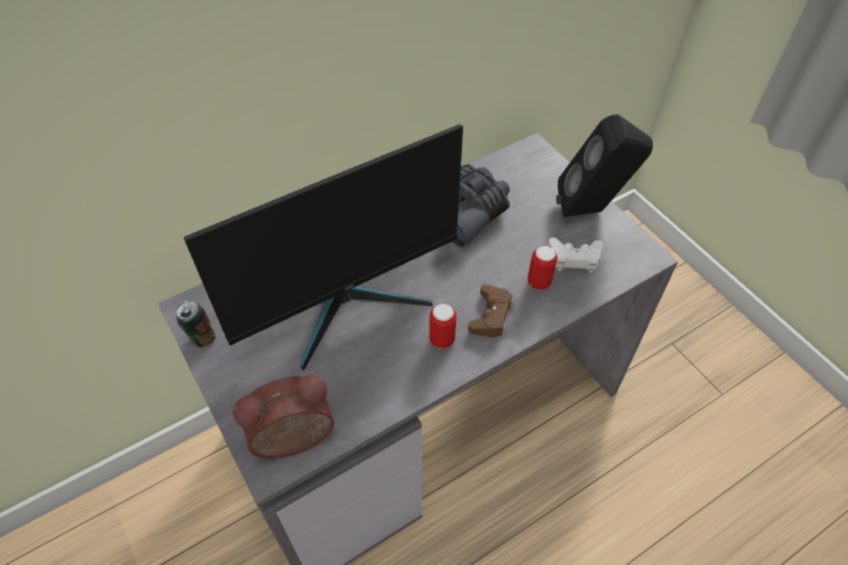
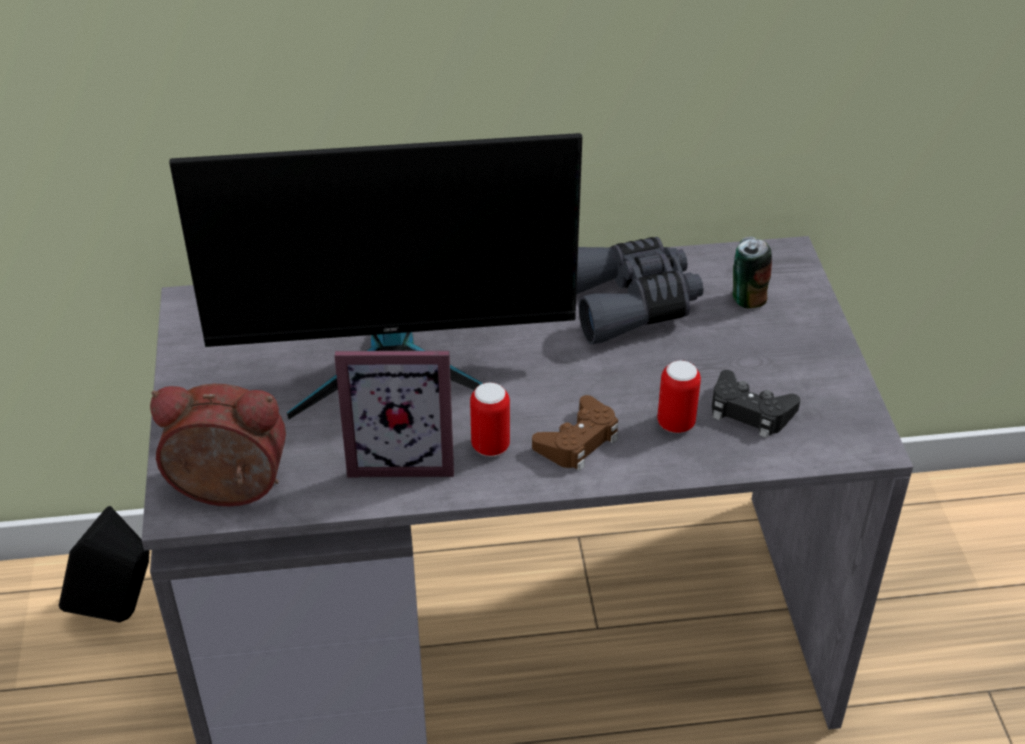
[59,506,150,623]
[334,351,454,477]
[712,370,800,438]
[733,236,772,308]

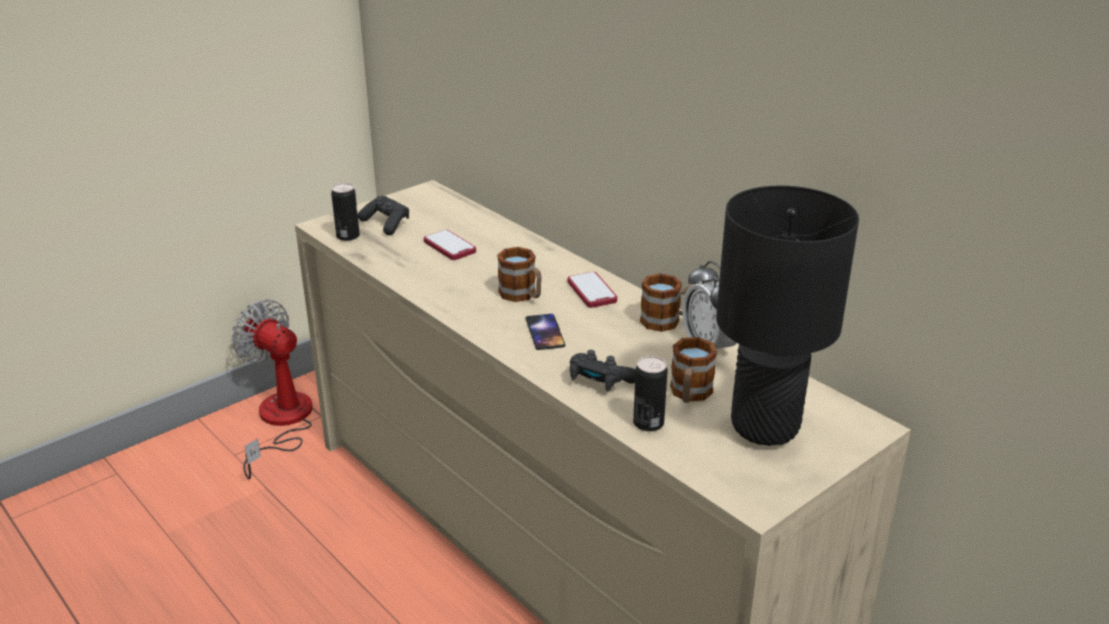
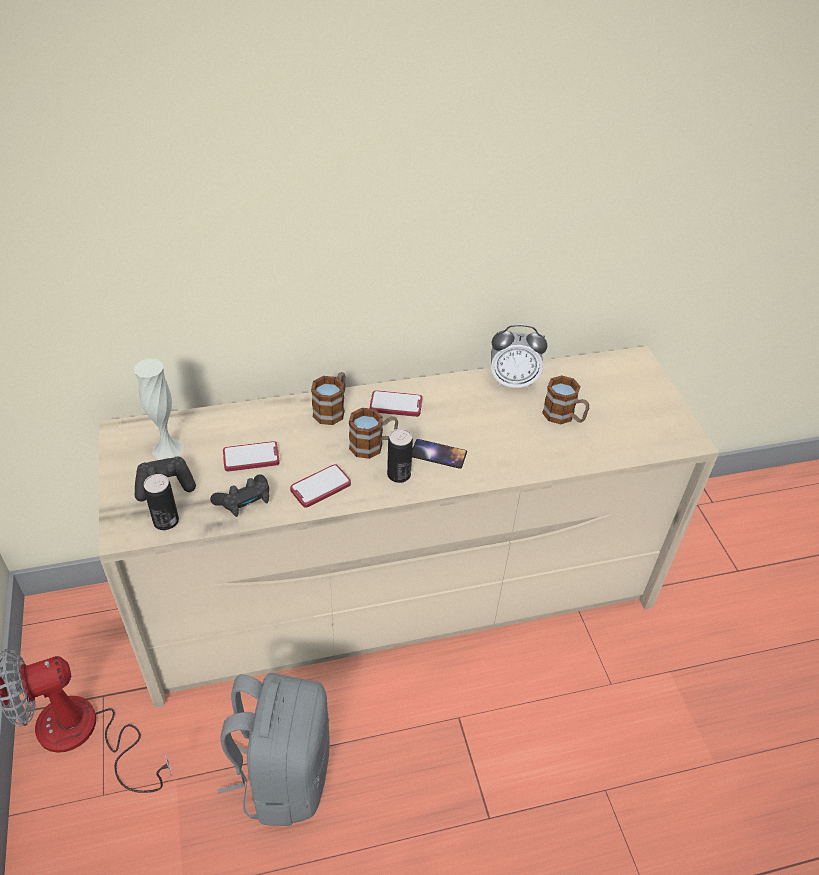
[134,359,184,460]
[210,474,269,517]
[218,673,330,826]
[290,464,351,508]
[311,372,346,425]
[387,429,413,483]
[716,186,859,446] (first image)

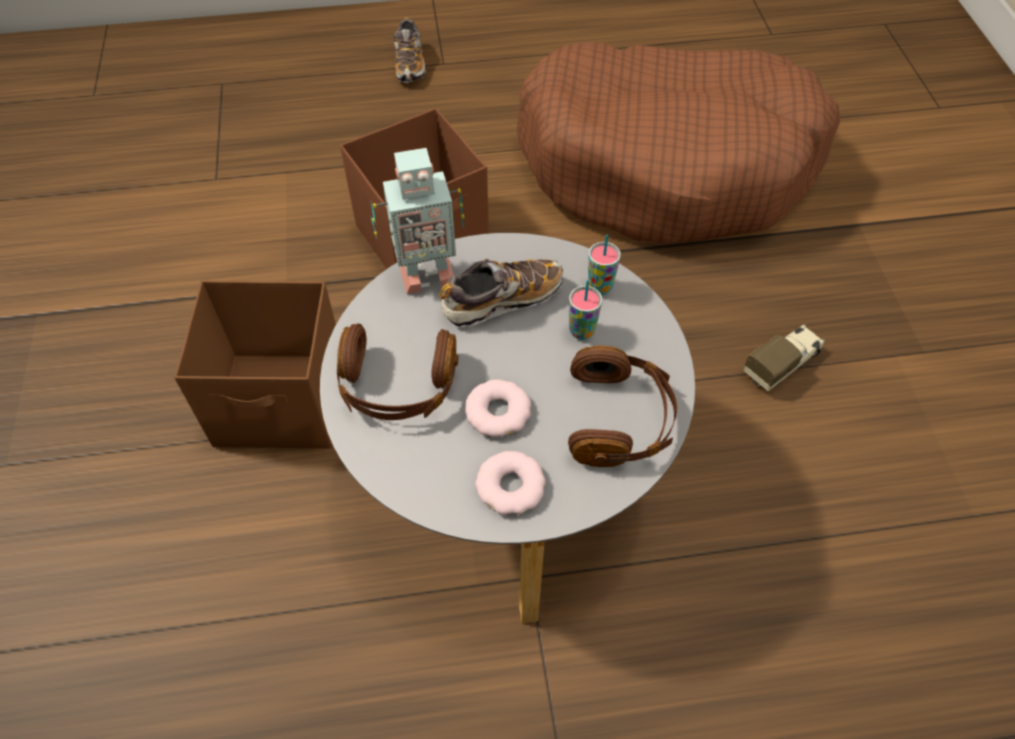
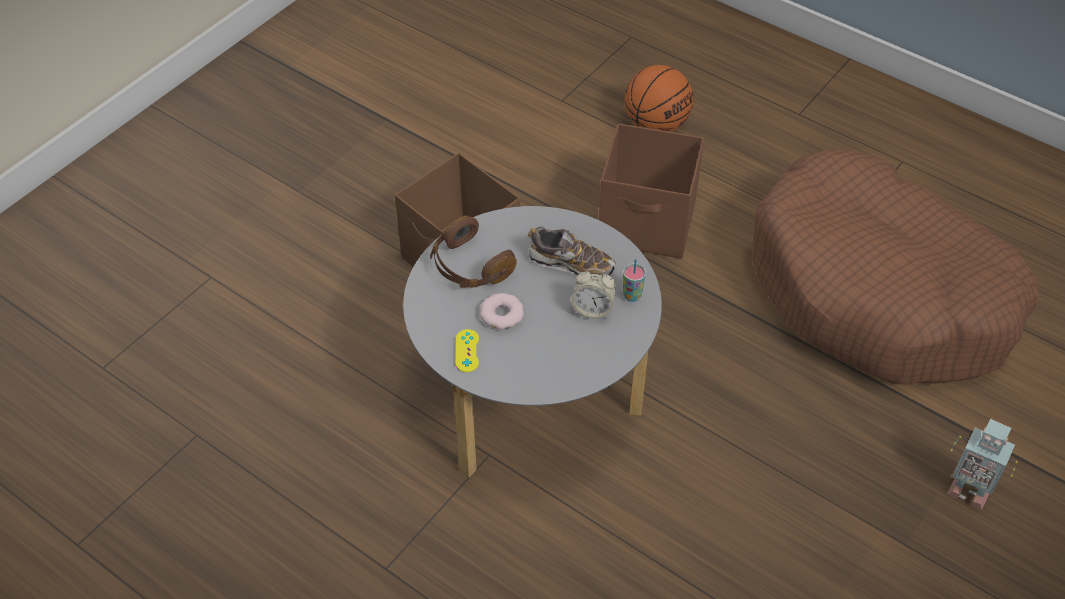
[455,329,479,372]
[571,269,616,319]
[624,65,693,132]
[948,419,1018,510]
[393,17,426,83] (first image)
[568,346,677,467] (first image)
[743,325,825,391] (first image)

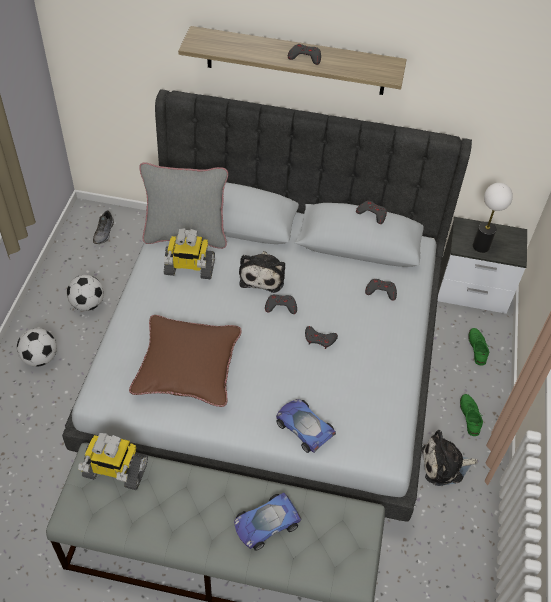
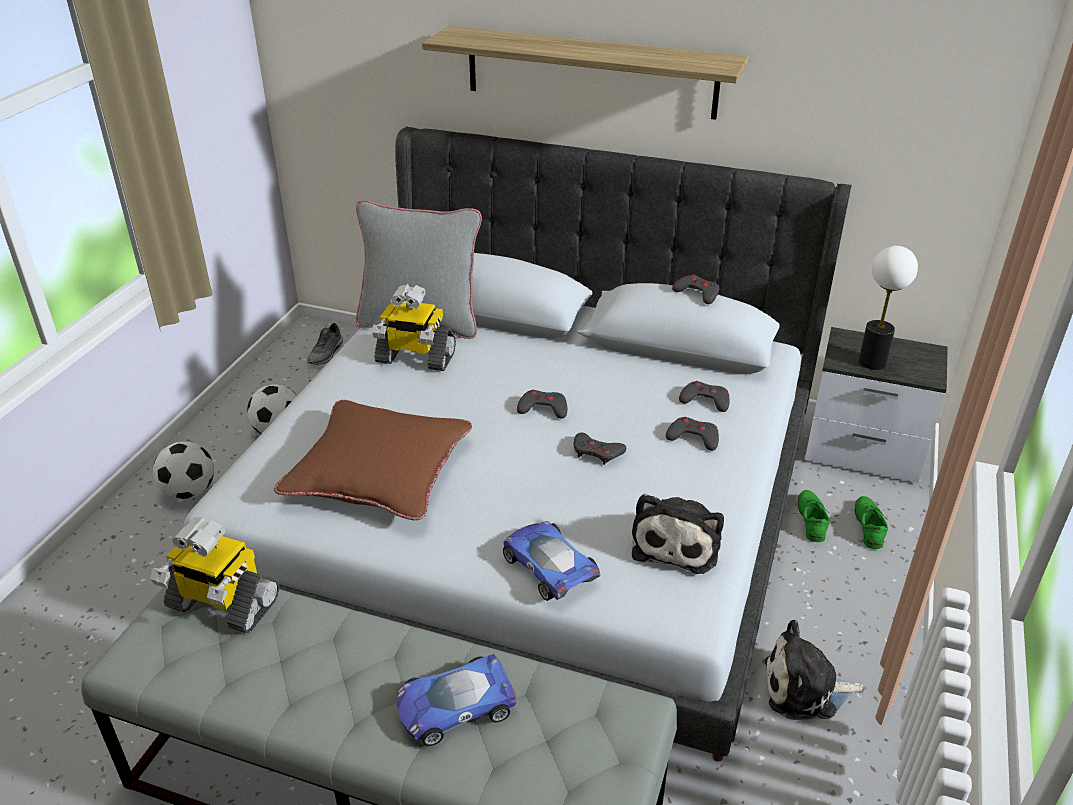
[632,494,724,574]
[666,417,719,451]
[798,490,830,542]

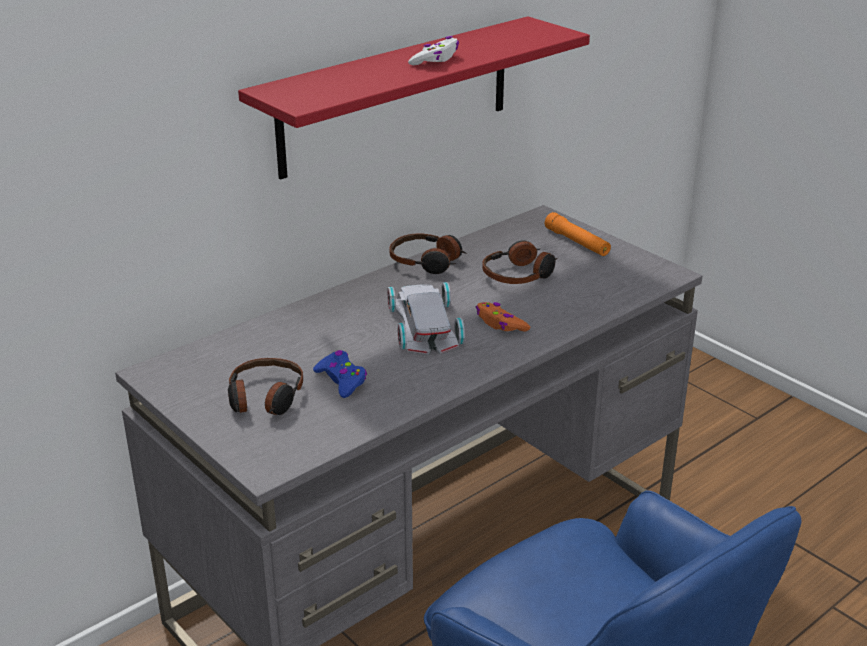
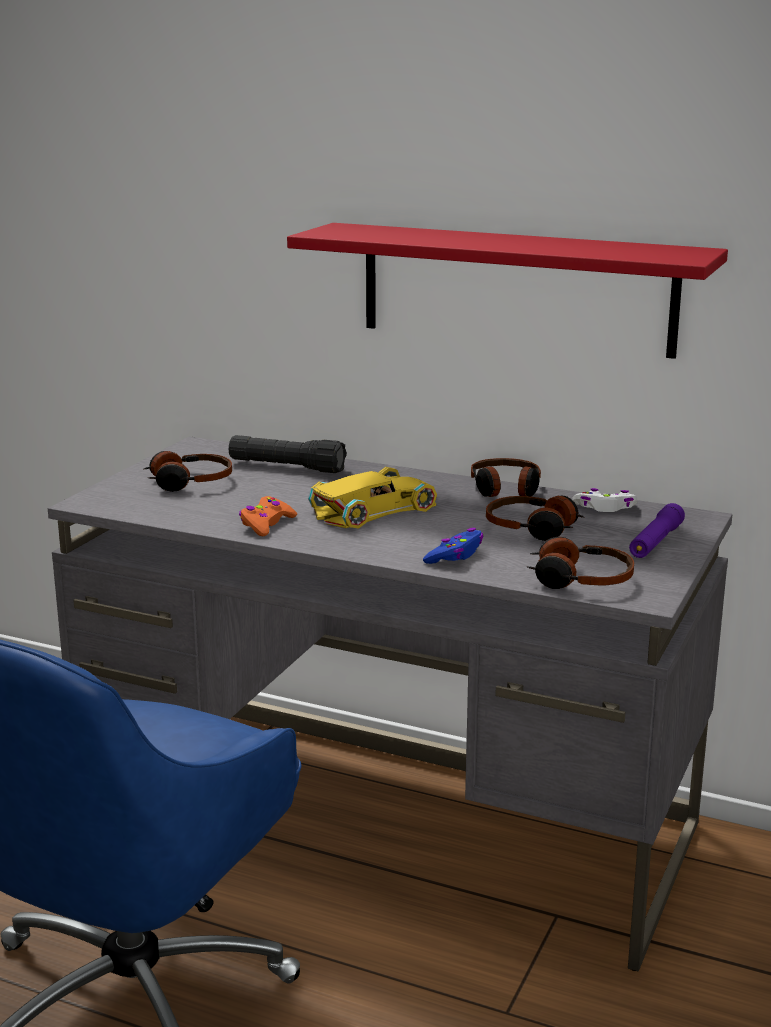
[229,435,347,473]
[239,496,297,536]
[308,467,437,529]
[423,528,483,564]
[527,537,634,589]
[572,488,637,512]
[629,503,685,558]

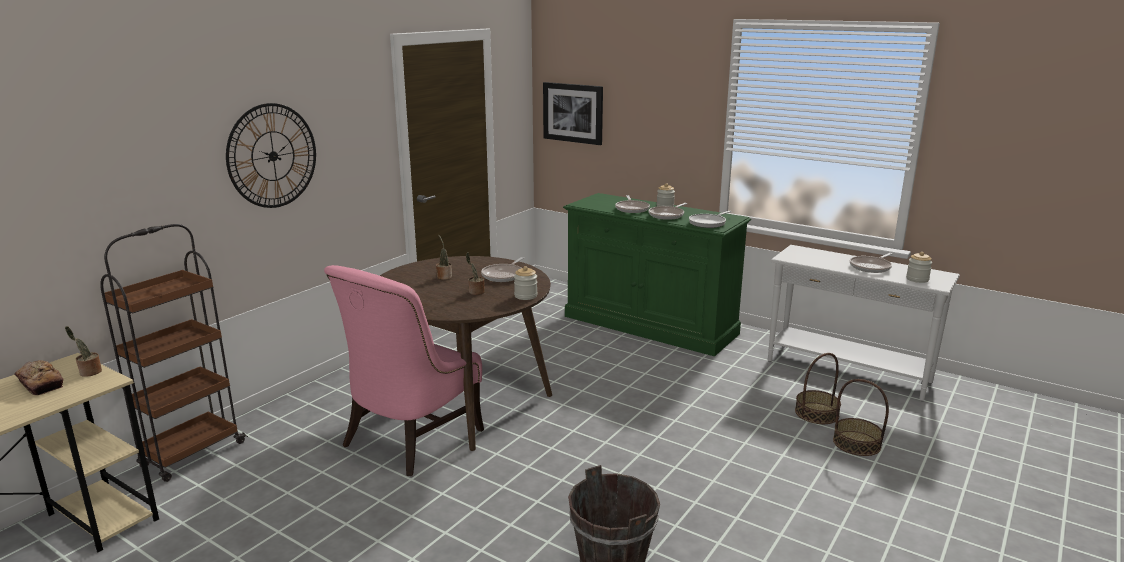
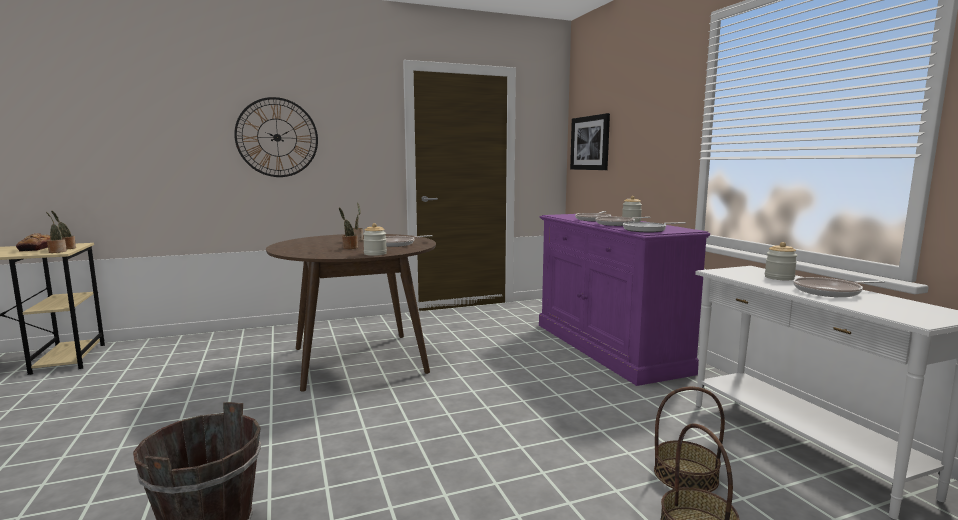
[46,212,67,253]
[539,214,710,386]
[765,242,798,280]
[100,224,248,482] (first image)
[324,265,484,476] (first image)

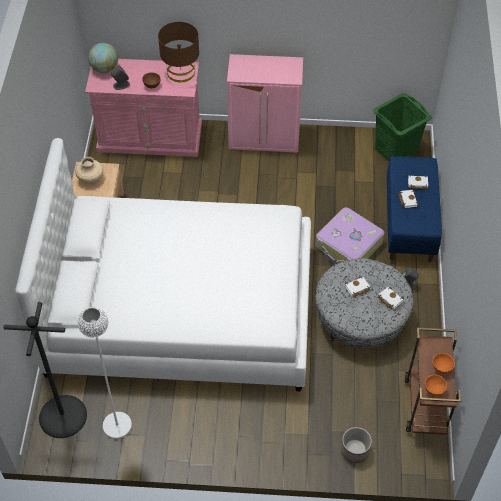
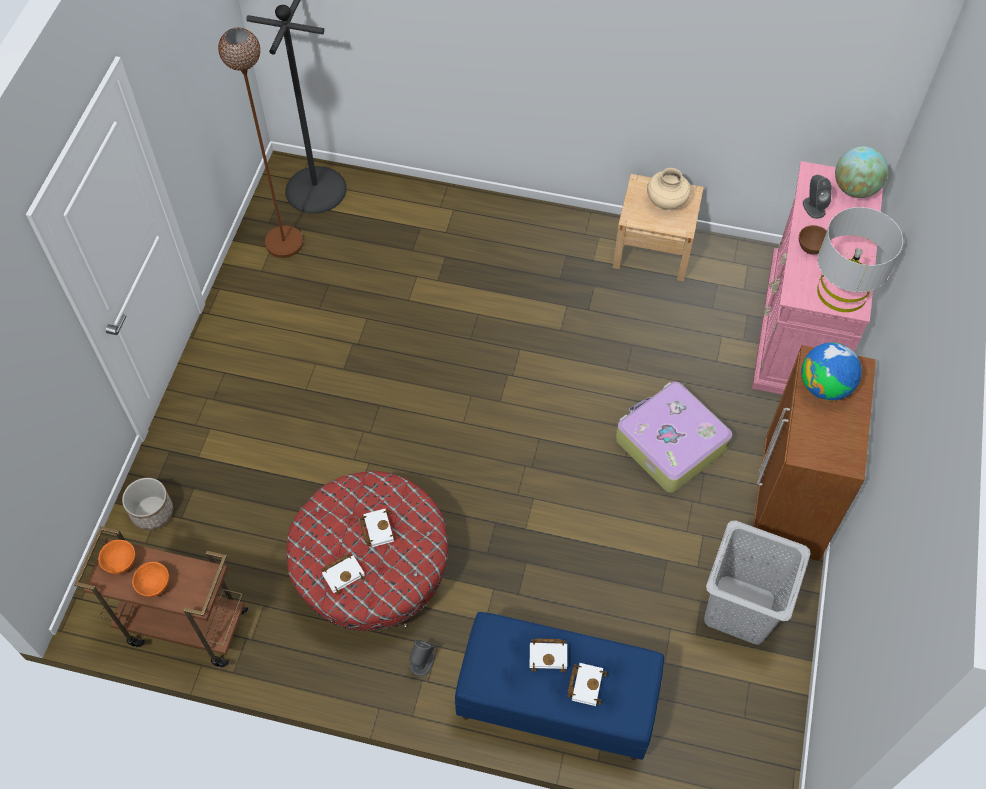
[218,27,303,258]
[286,471,448,631]
[616,382,732,493]
[704,520,811,645]
[753,345,876,561]
[801,343,862,401]
[817,207,903,312]
[15,138,311,392] (first image)
[373,93,432,161] (first image)

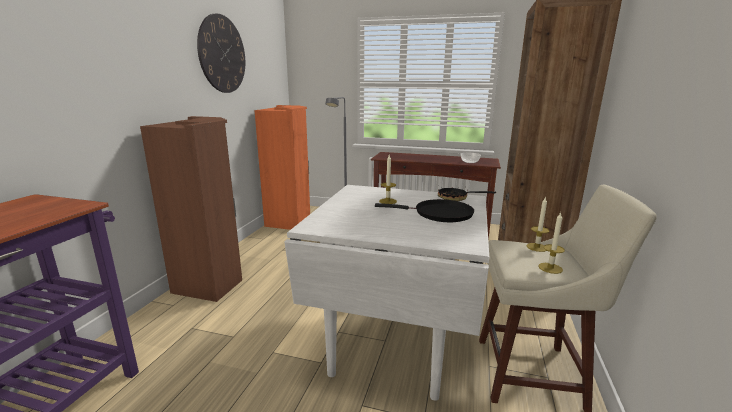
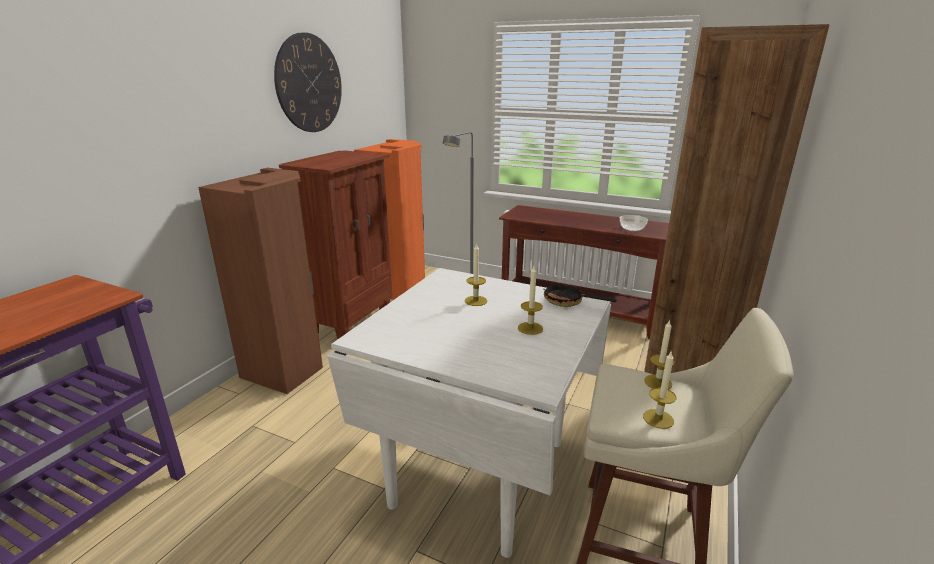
[279,150,393,339]
[518,266,543,335]

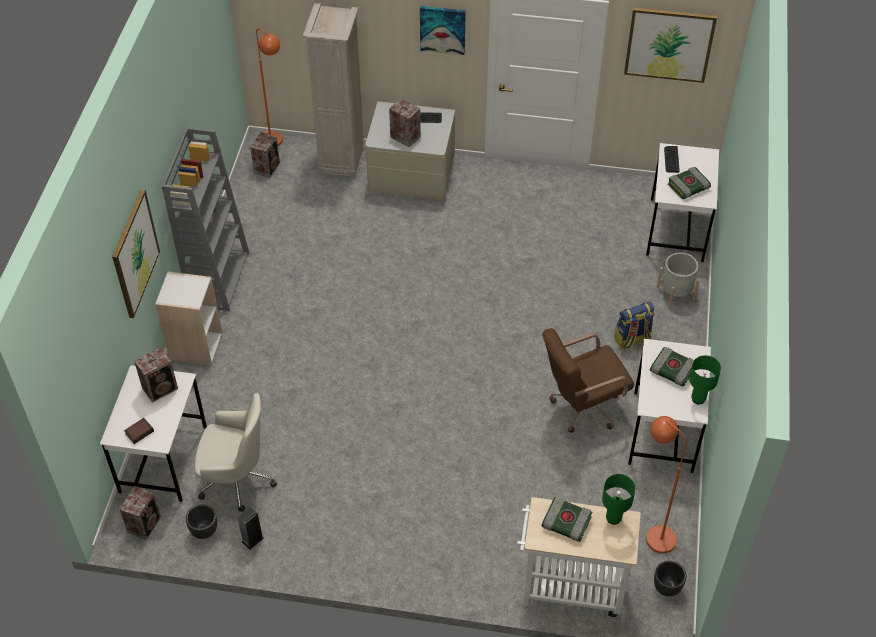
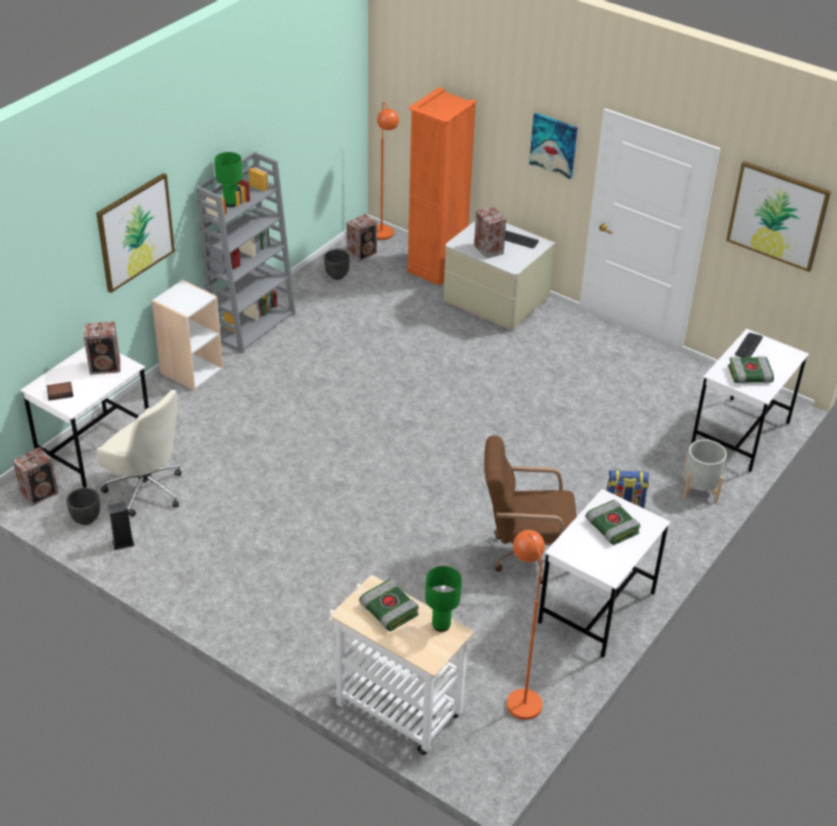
[215,152,242,207]
[324,249,350,280]
[408,87,478,285]

